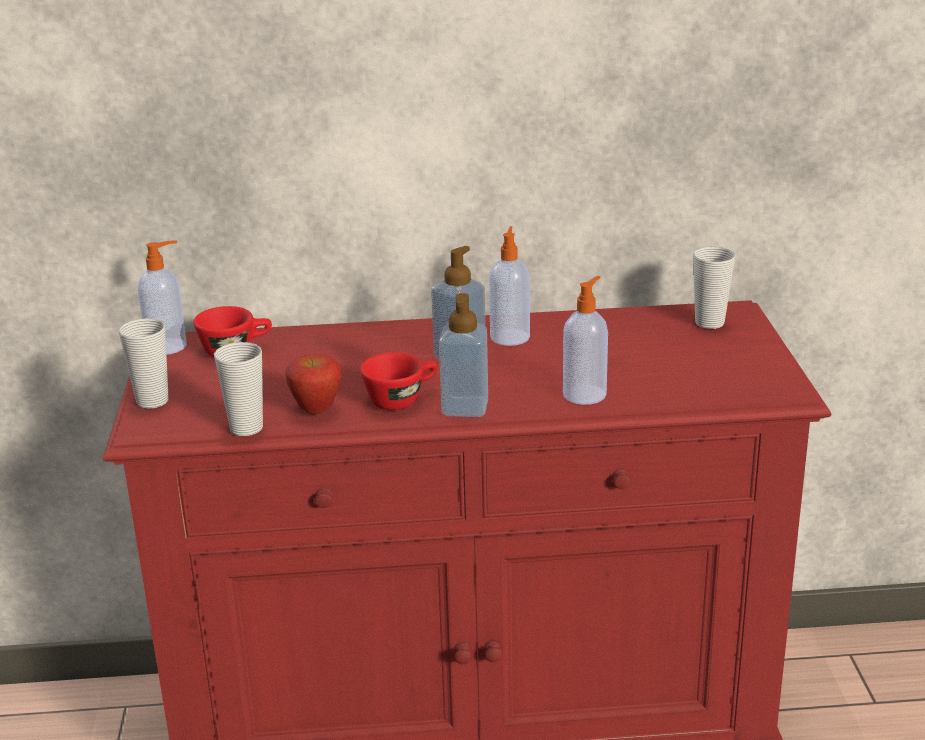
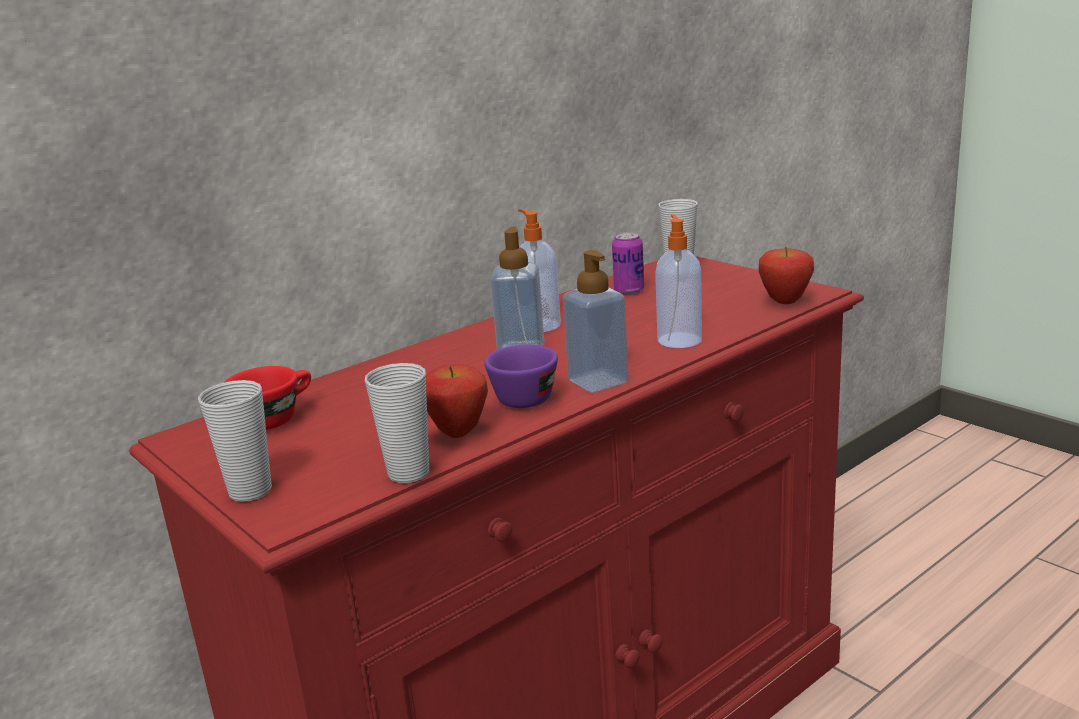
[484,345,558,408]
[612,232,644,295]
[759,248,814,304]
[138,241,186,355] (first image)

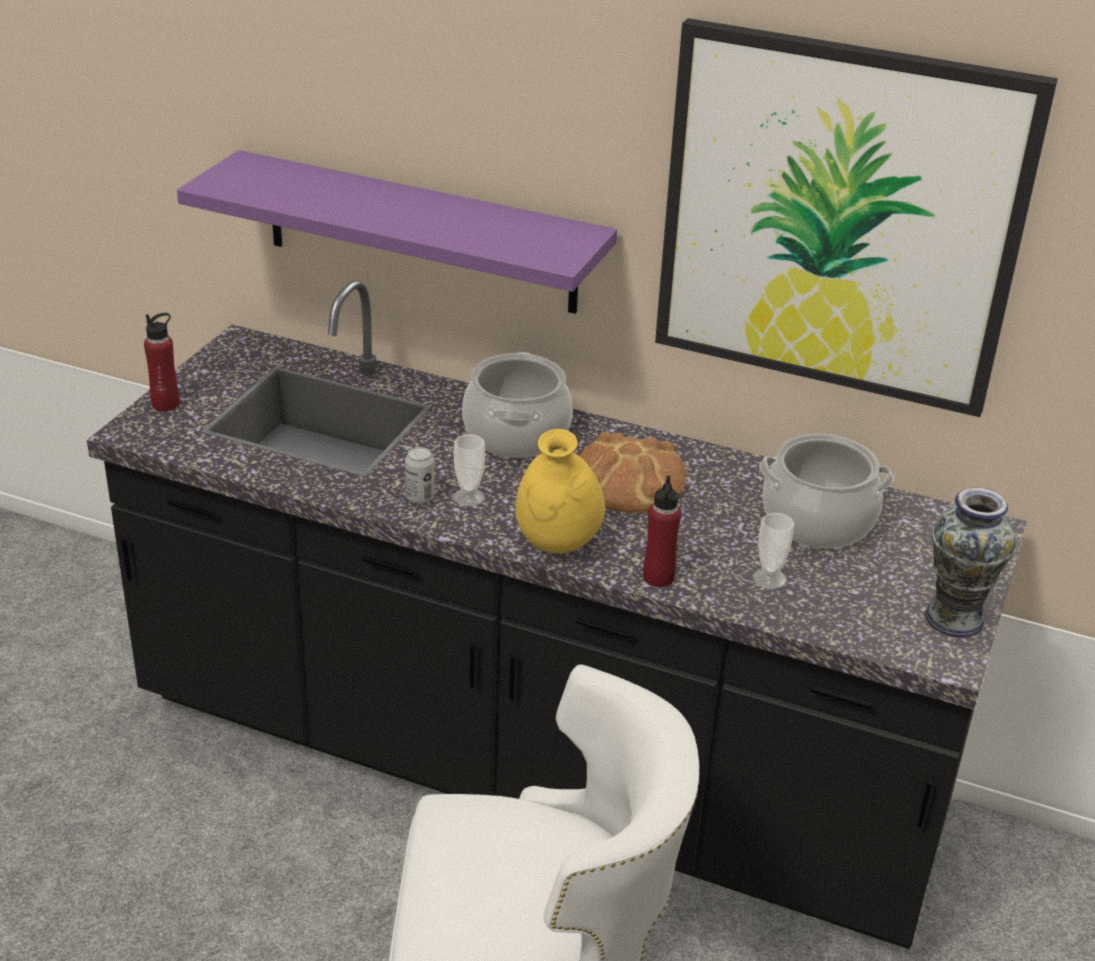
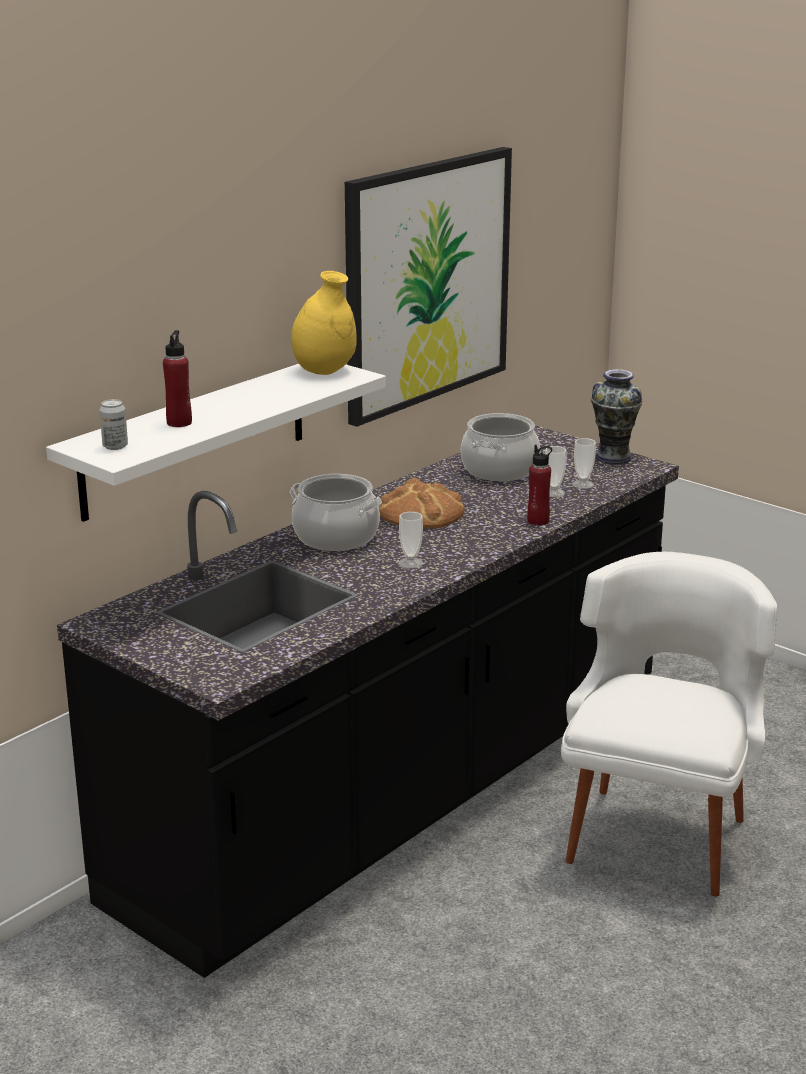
[46,364,386,522]
[100,399,128,450]
[163,330,192,427]
[291,271,357,375]
[572,438,596,489]

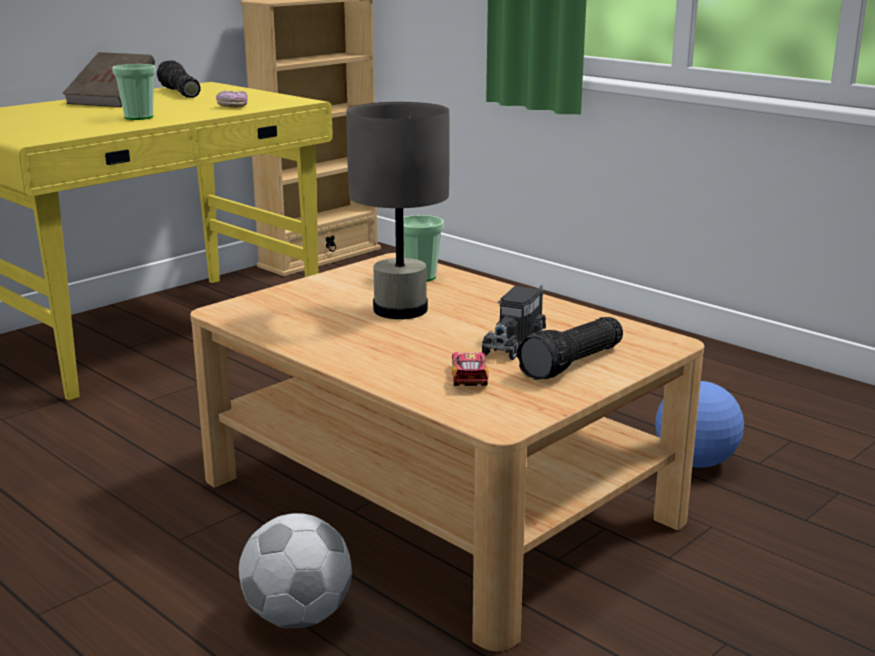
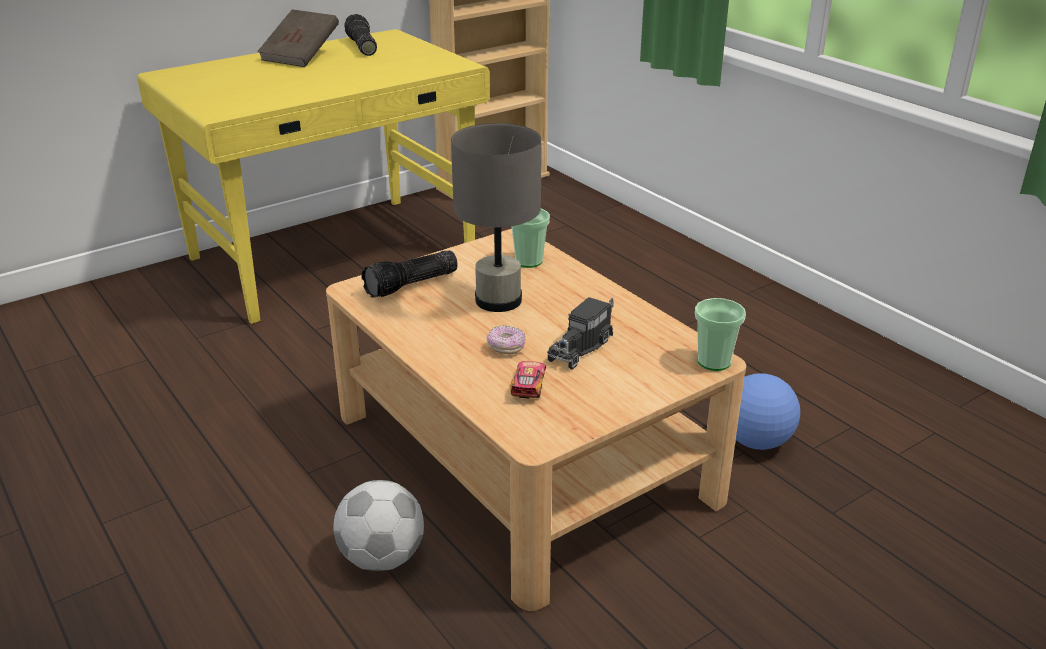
[361,251,458,298]
[487,325,526,354]
[695,298,746,371]

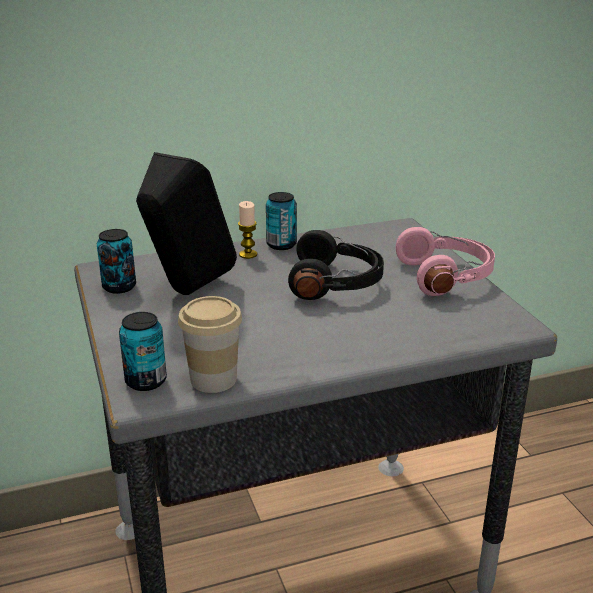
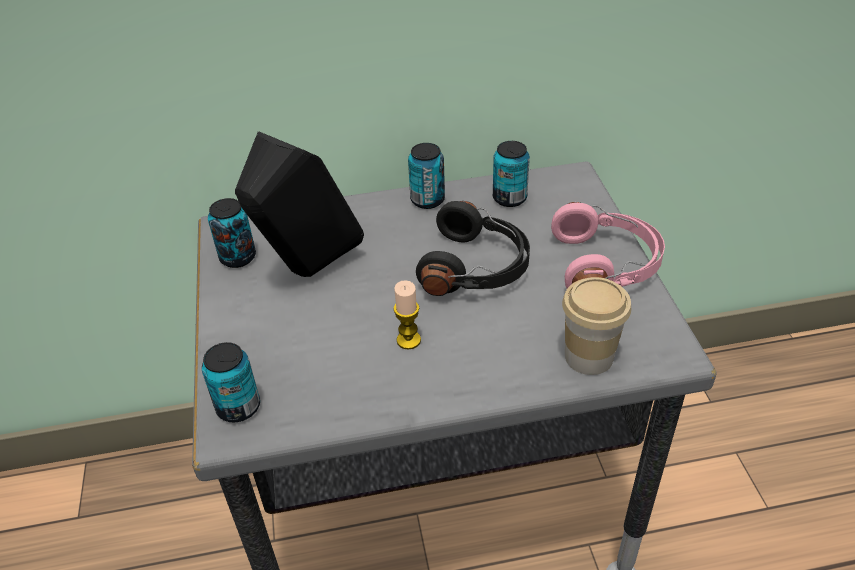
[393,280,421,350]
[493,141,530,207]
[562,277,631,375]

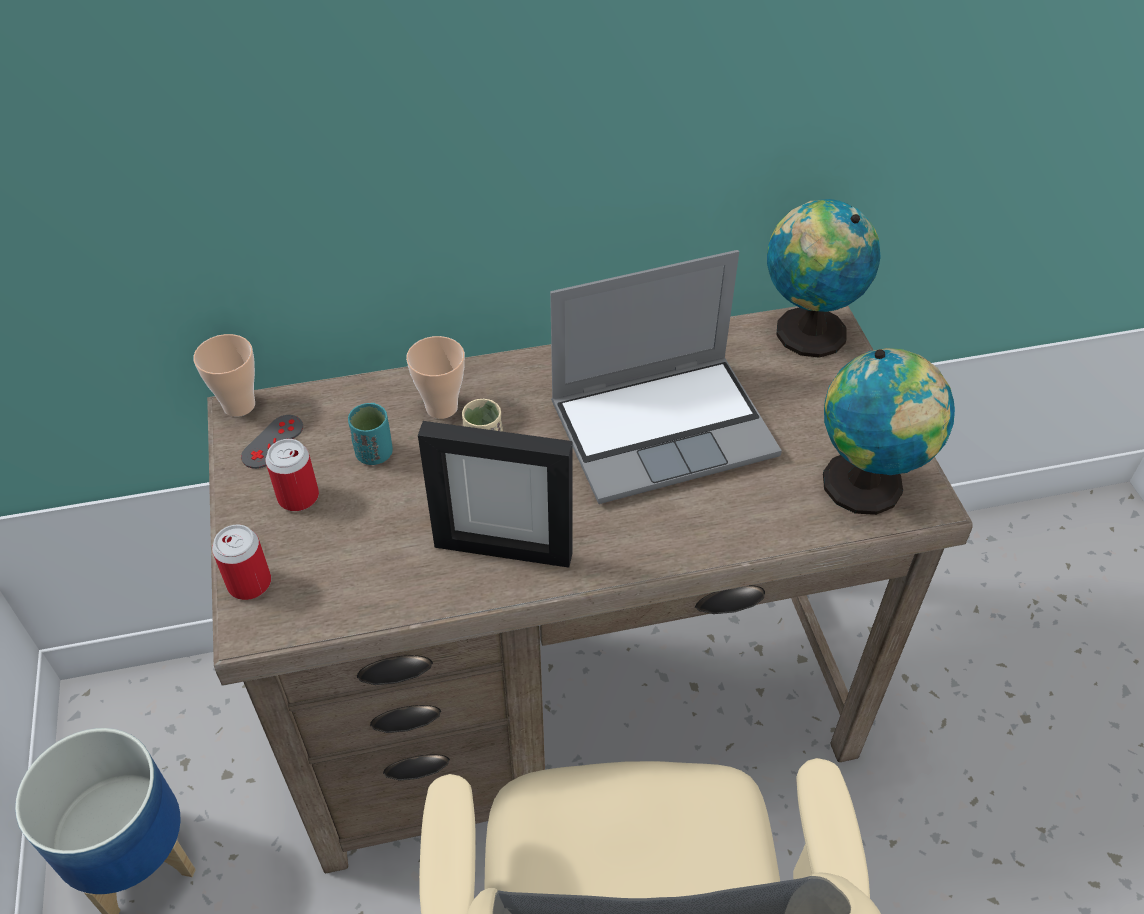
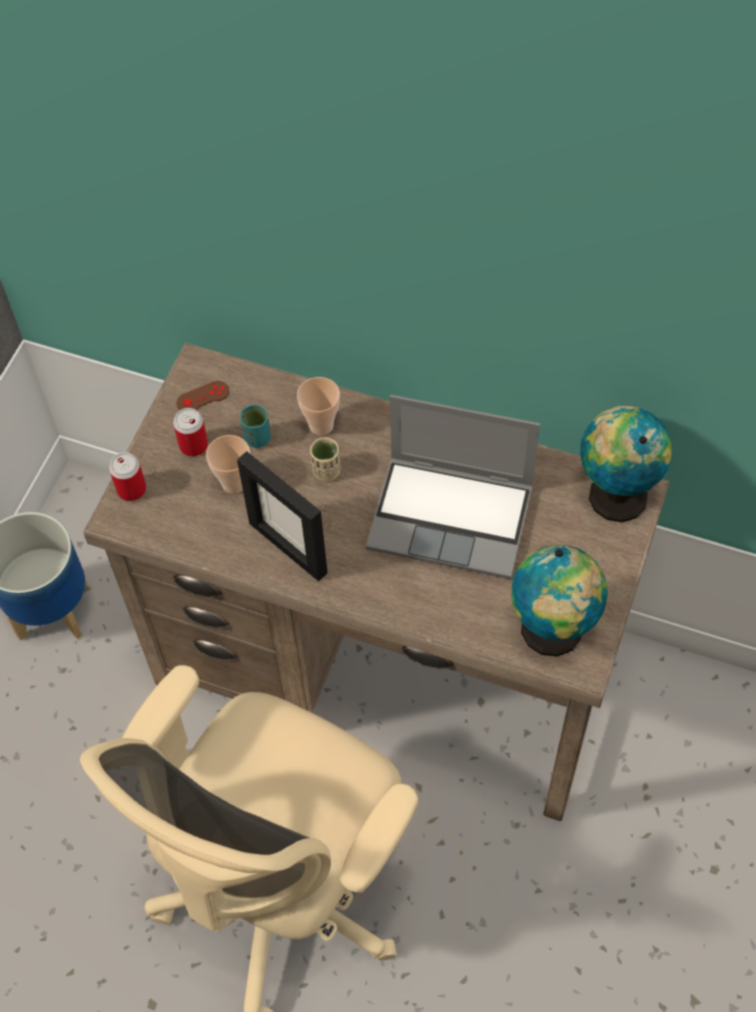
[176,381,229,410]
[206,435,250,494]

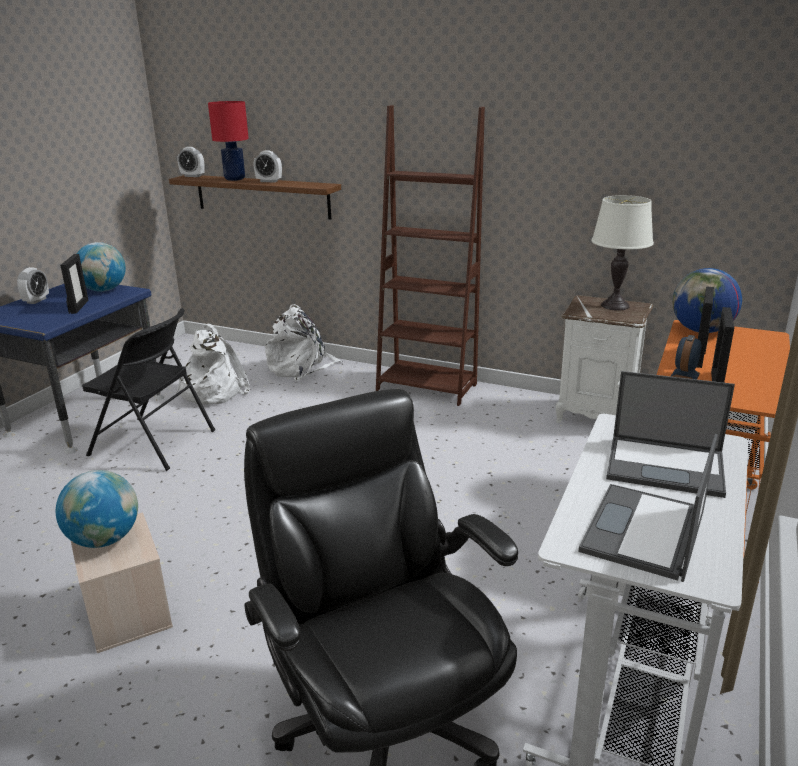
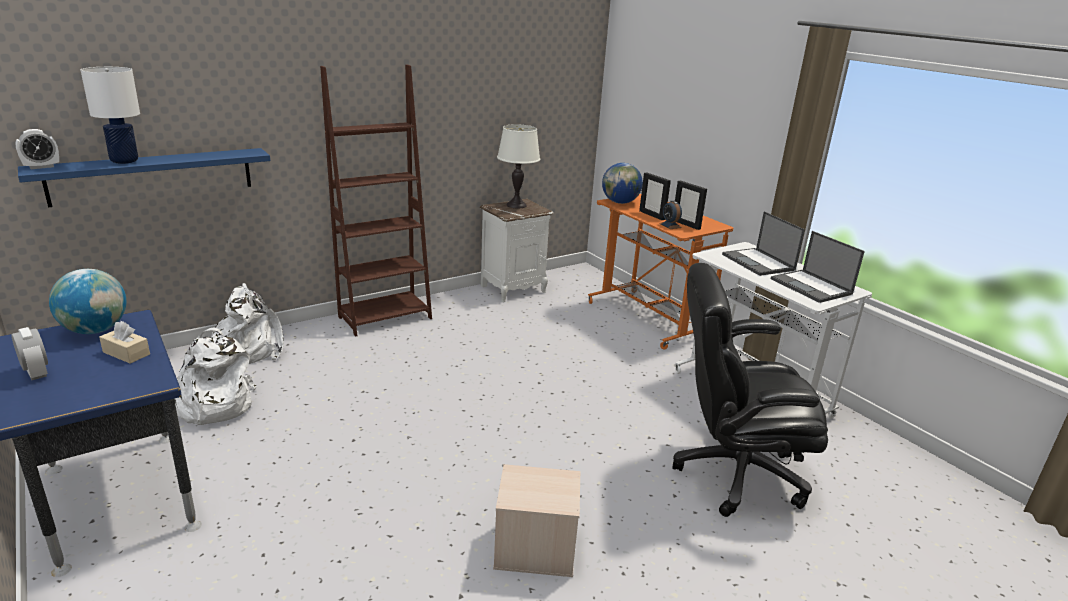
[18,148,270,207]
[80,67,140,164]
[99,321,150,363]
[722,211,805,276]
[56,470,138,548] (first image)
[82,308,215,471] (first image)
[254,150,282,182] (first image)

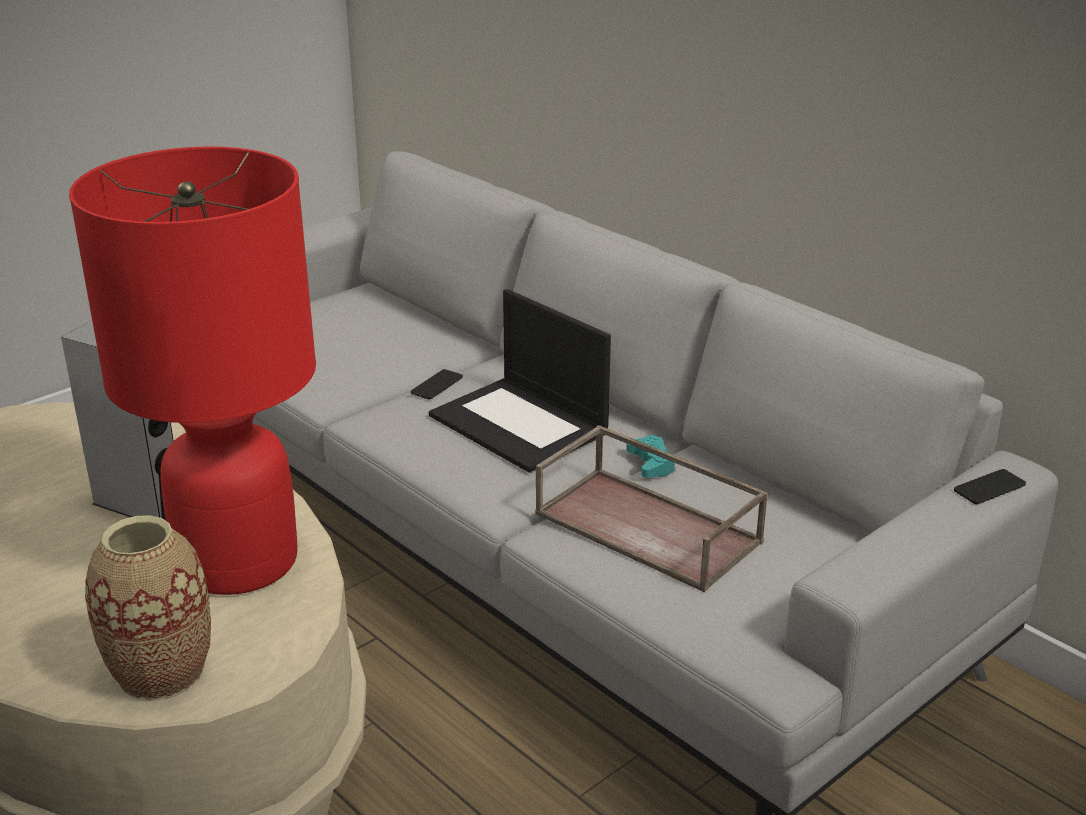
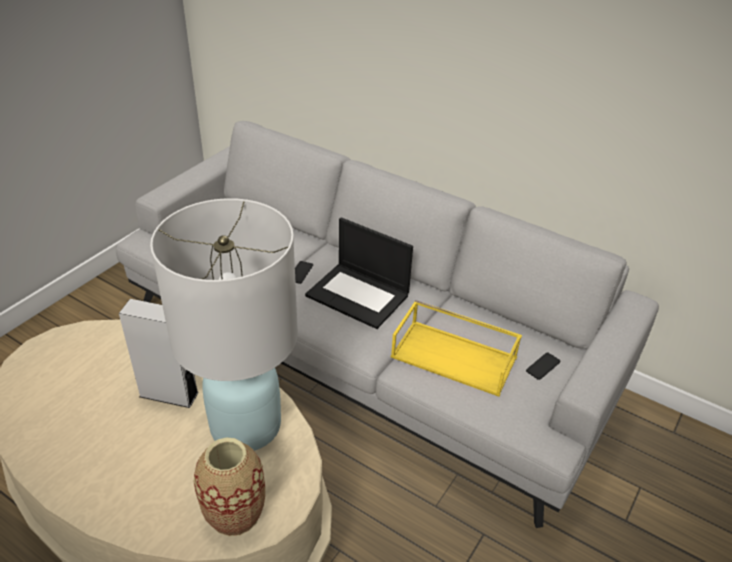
[150,198,298,451]
[391,300,522,397]
[526,352,560,380]
[626,435,676,478] (first image)

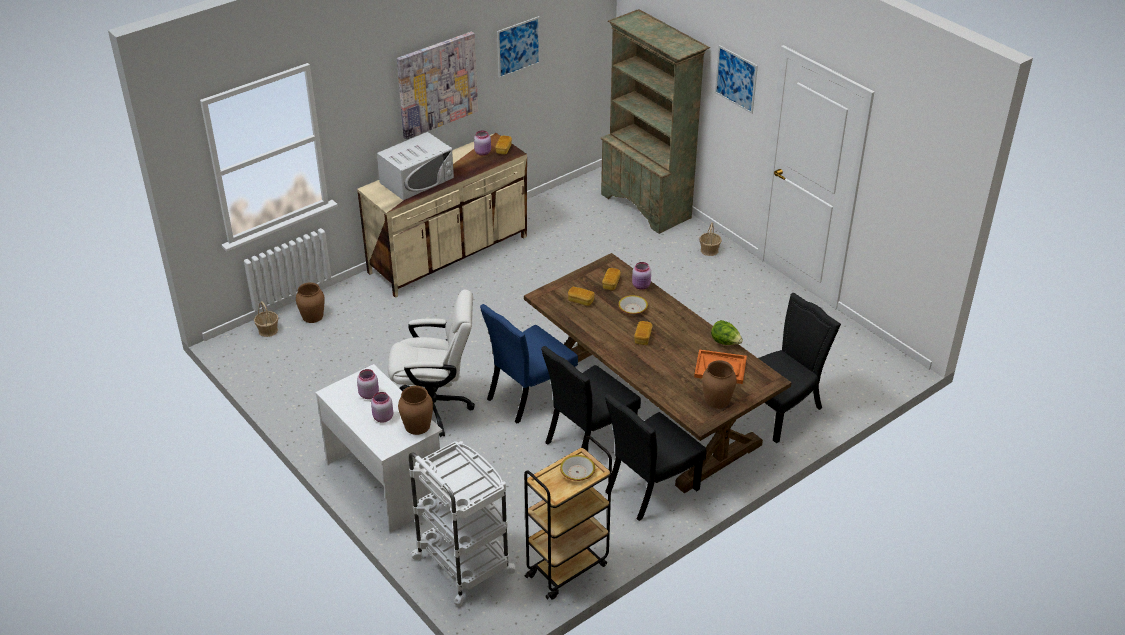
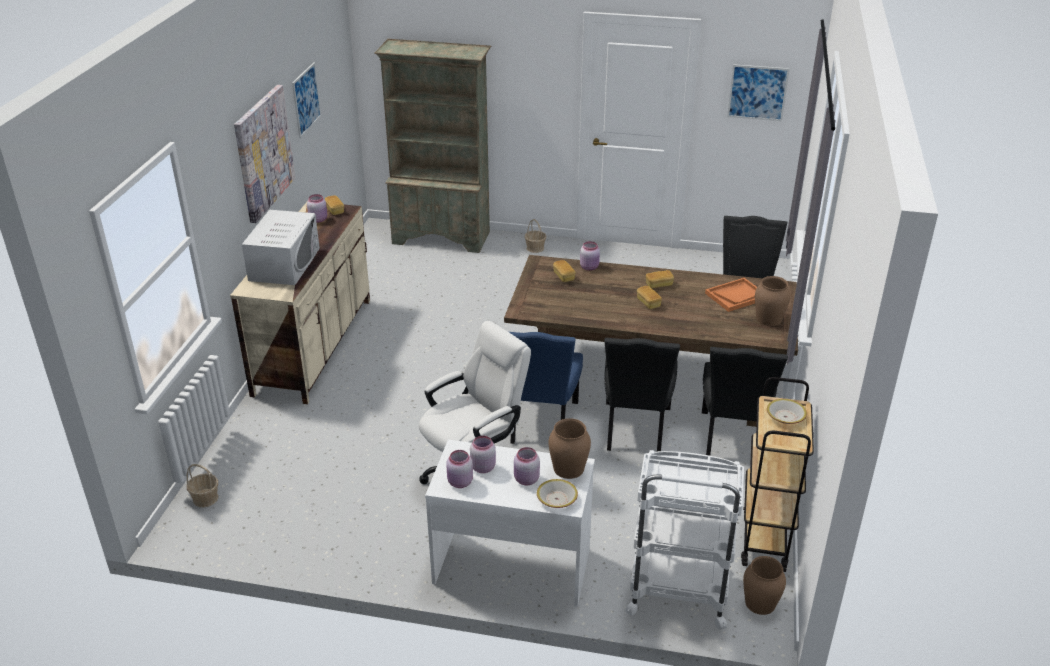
[446,450,473,488]
[537,479,578,508]
[646,270,674,288]
[727,64,790,121]
[743,556,786,615]
[711,320,743,345] (first image)

